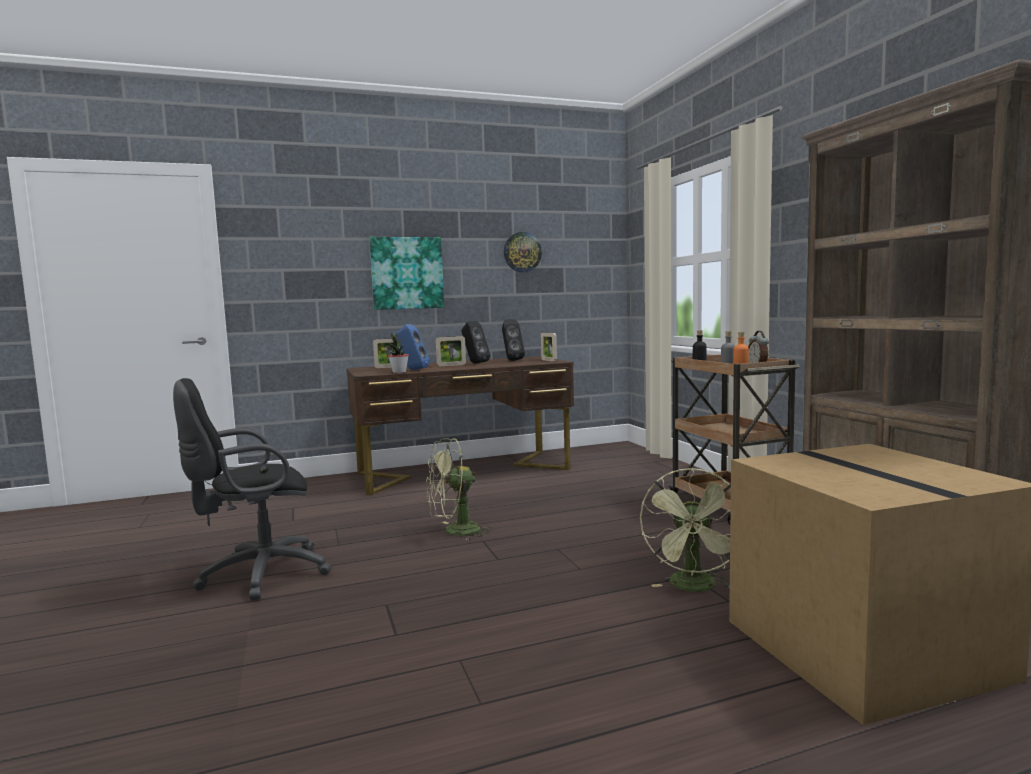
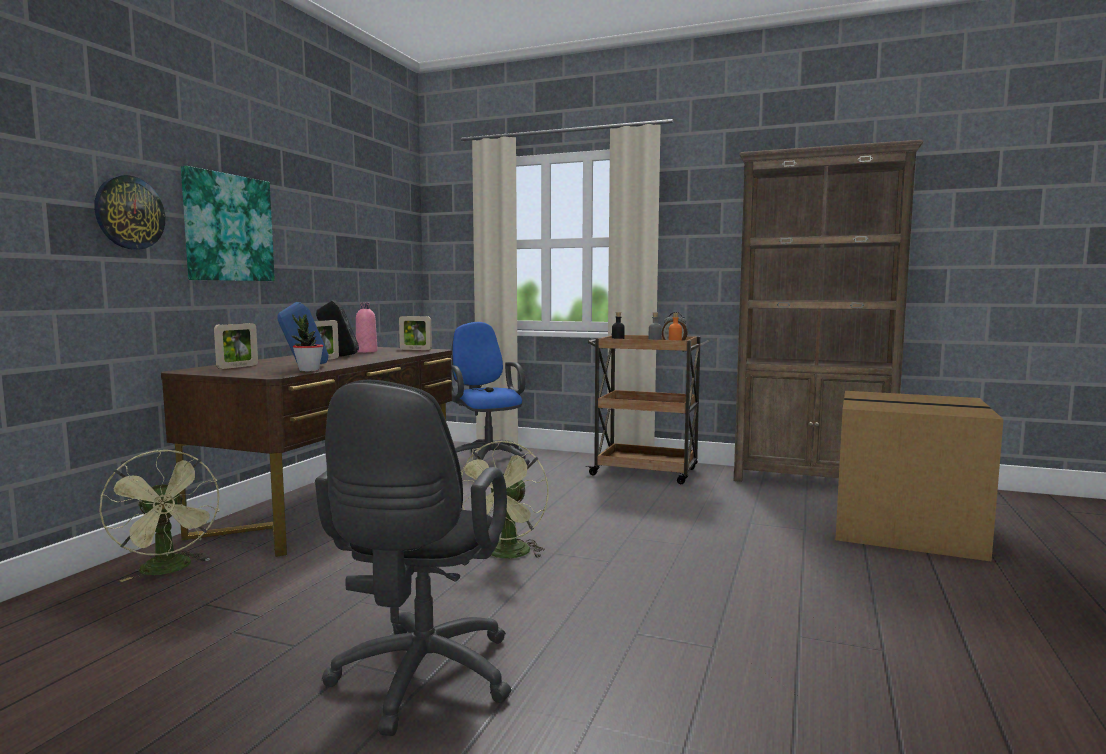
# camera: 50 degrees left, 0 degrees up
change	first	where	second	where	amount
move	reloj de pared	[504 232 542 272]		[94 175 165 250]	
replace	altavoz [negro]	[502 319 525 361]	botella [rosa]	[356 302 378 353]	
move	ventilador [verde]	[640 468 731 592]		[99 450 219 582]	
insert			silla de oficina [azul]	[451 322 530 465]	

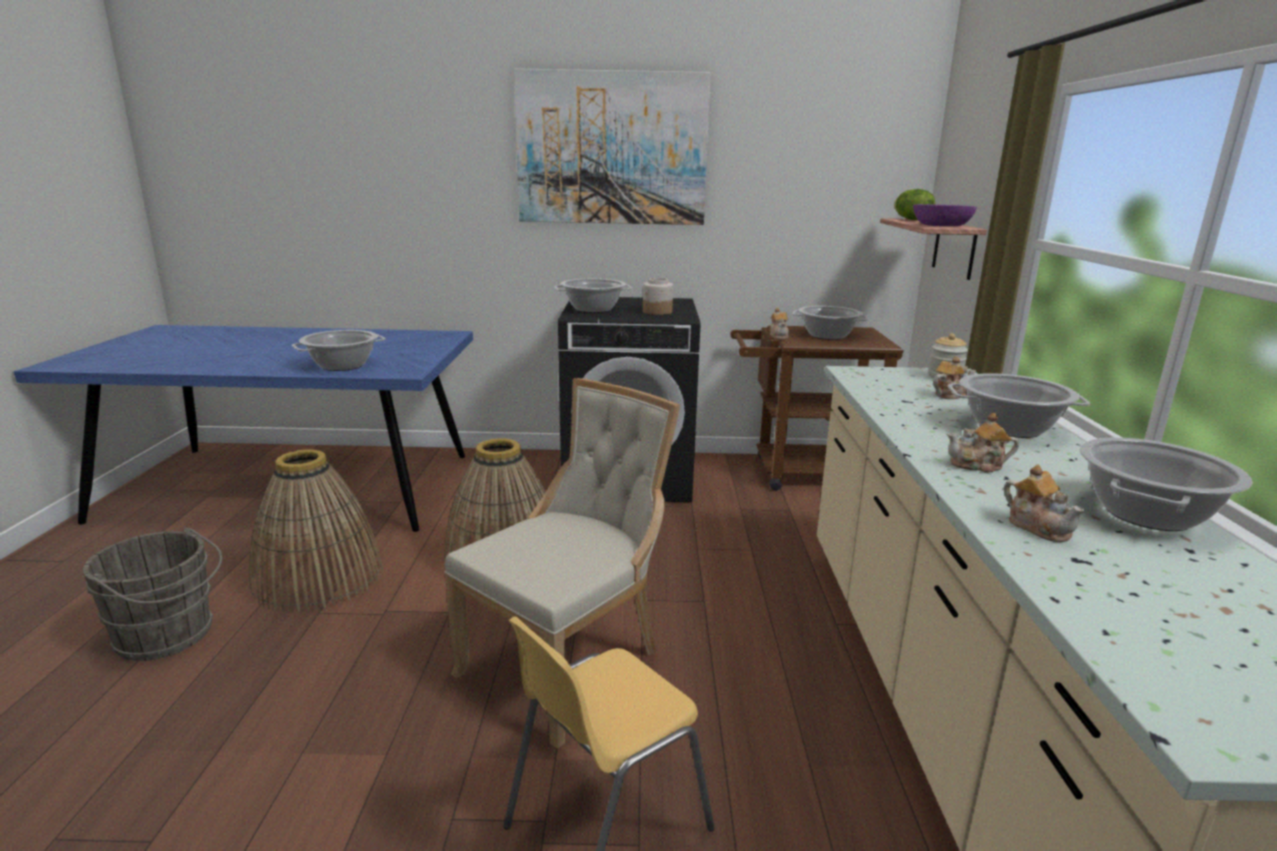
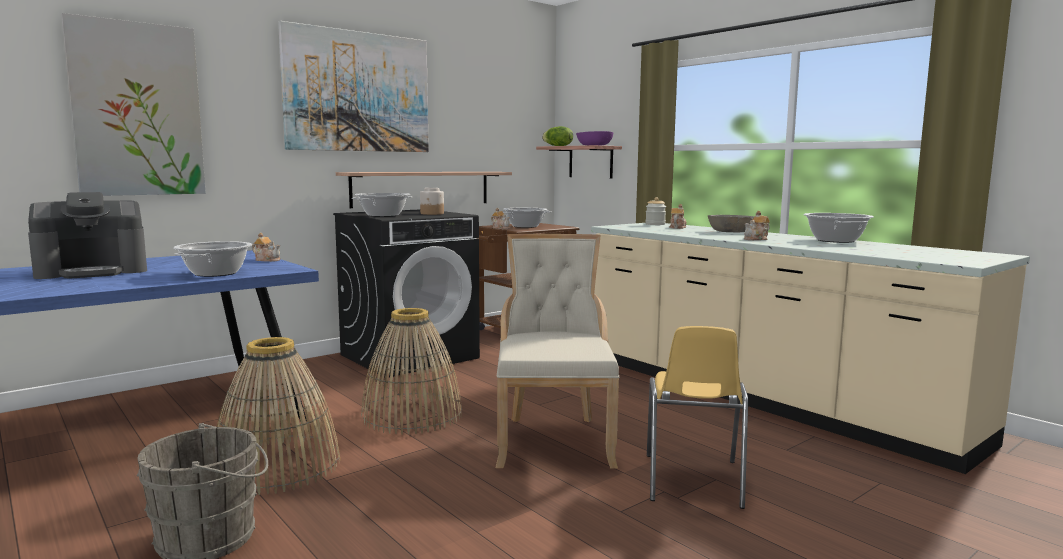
# camera: 40 degrees left, 10 degrees down
change	first	where	second	where	amount
replace	olla	[948 373 1090 438]	cuenco [gris]	[708 215 755 232]	
move	tetera	[1004 464 1085 542]		[252 233 280 262]	
insert			cuadro	[61 13 206 196]	
insert			estante	[336 172 512 208]	
insert			cafetera	[28 192 147 279]	

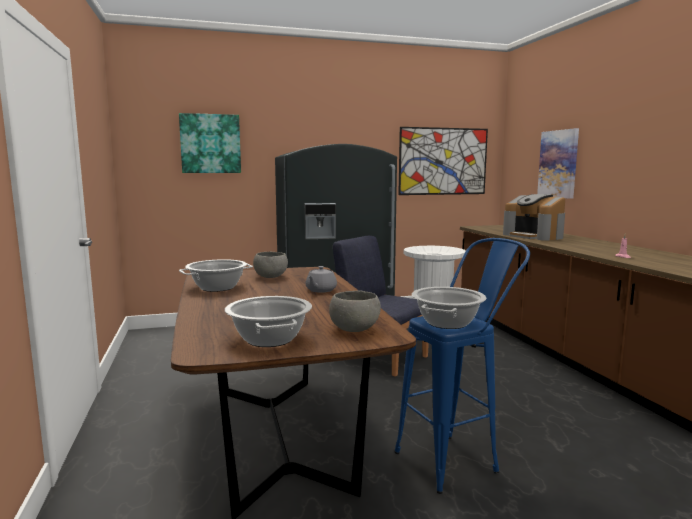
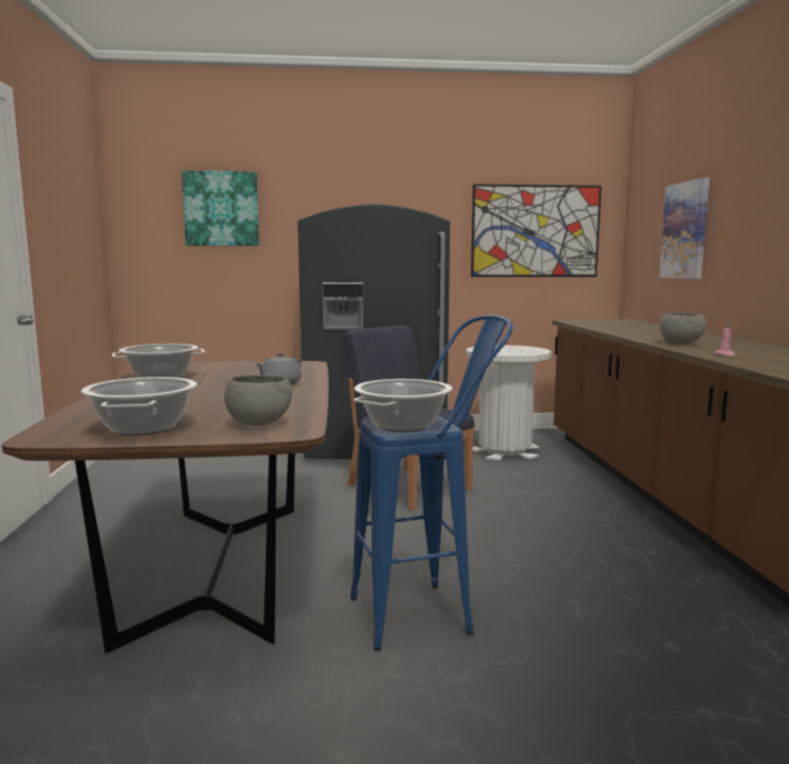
# camera: 10 degrees right, 0 degrees up
change	first	where	second	where	amount
delete	cafetera	[503 194 565 241]			
move	cuenco [gris]	[253 252 288 278]		[659 313 706 344]	

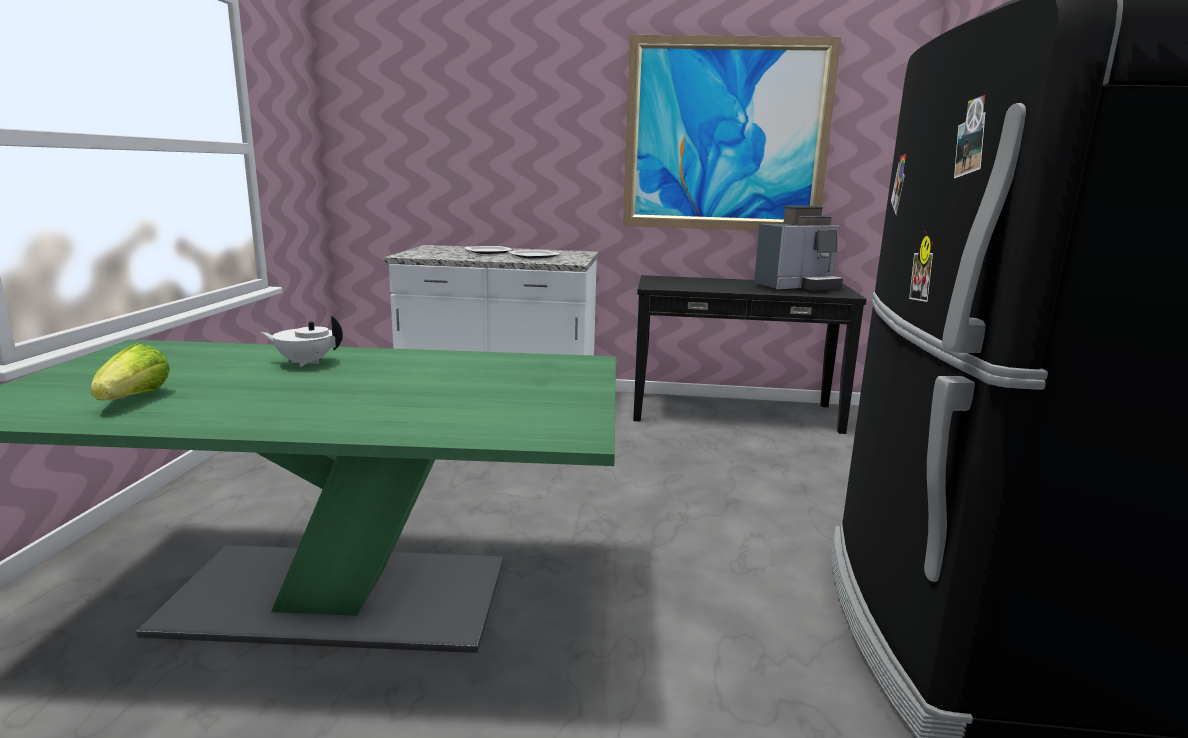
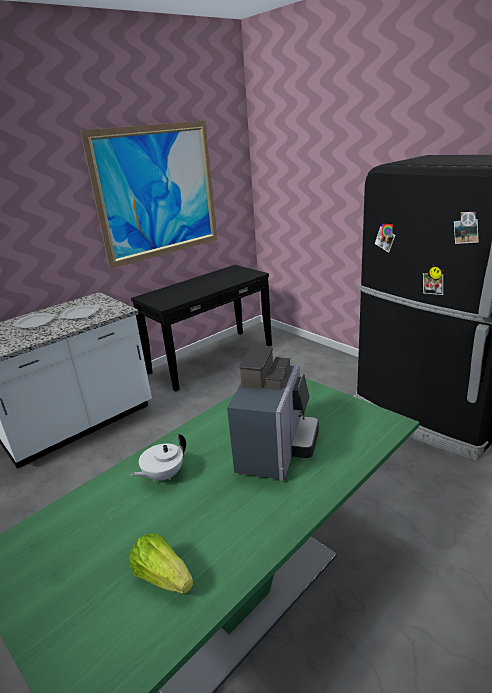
# camera: 45 degrees left, 10 degrees up
change	first	where	second	where	amount
move	cafetera	[754 206 843 293]		[227 346 319 481]	

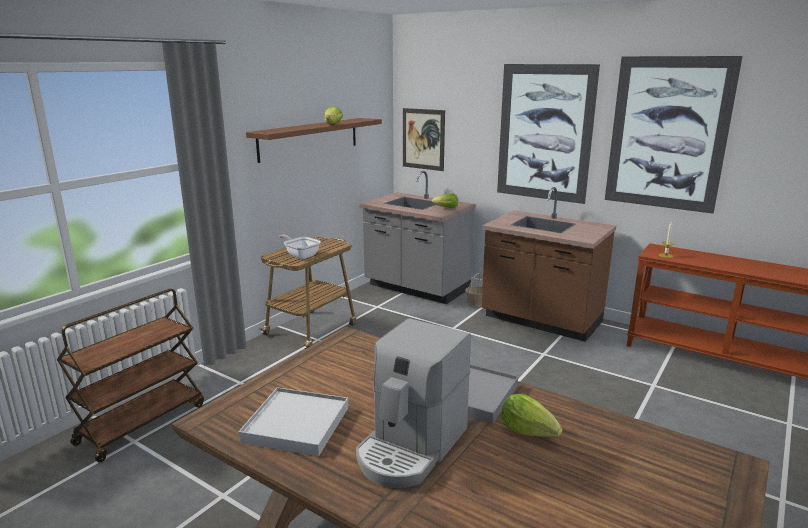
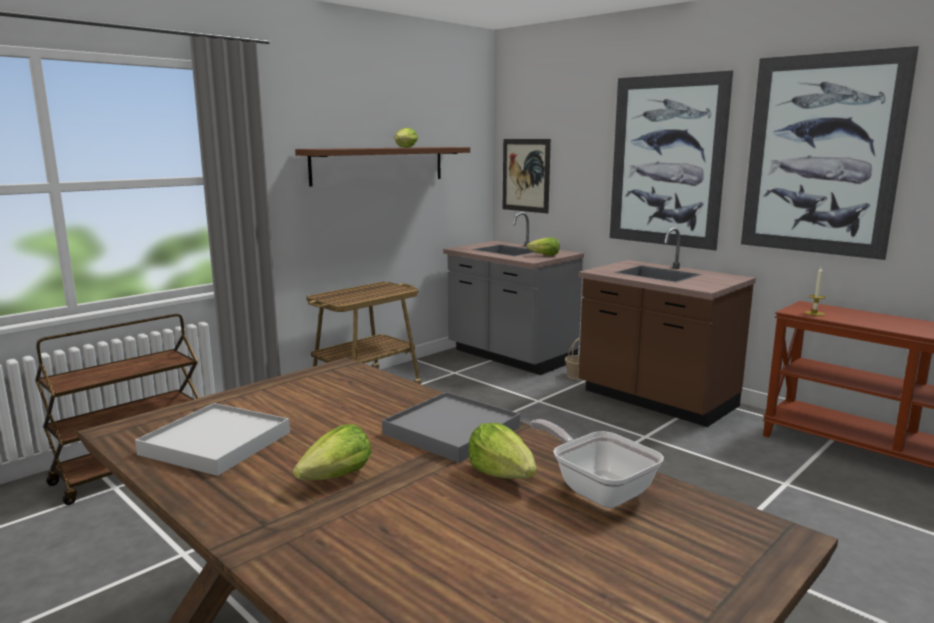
# camera: 10 degrees right, 5 degrees down
change	first	where	second	where	amount
move	sartén	[279 235 321 259]		[530 419 664 508]	
replace	cafetera	[356 318 471 488]	lechuga	[293 424 372 480]	

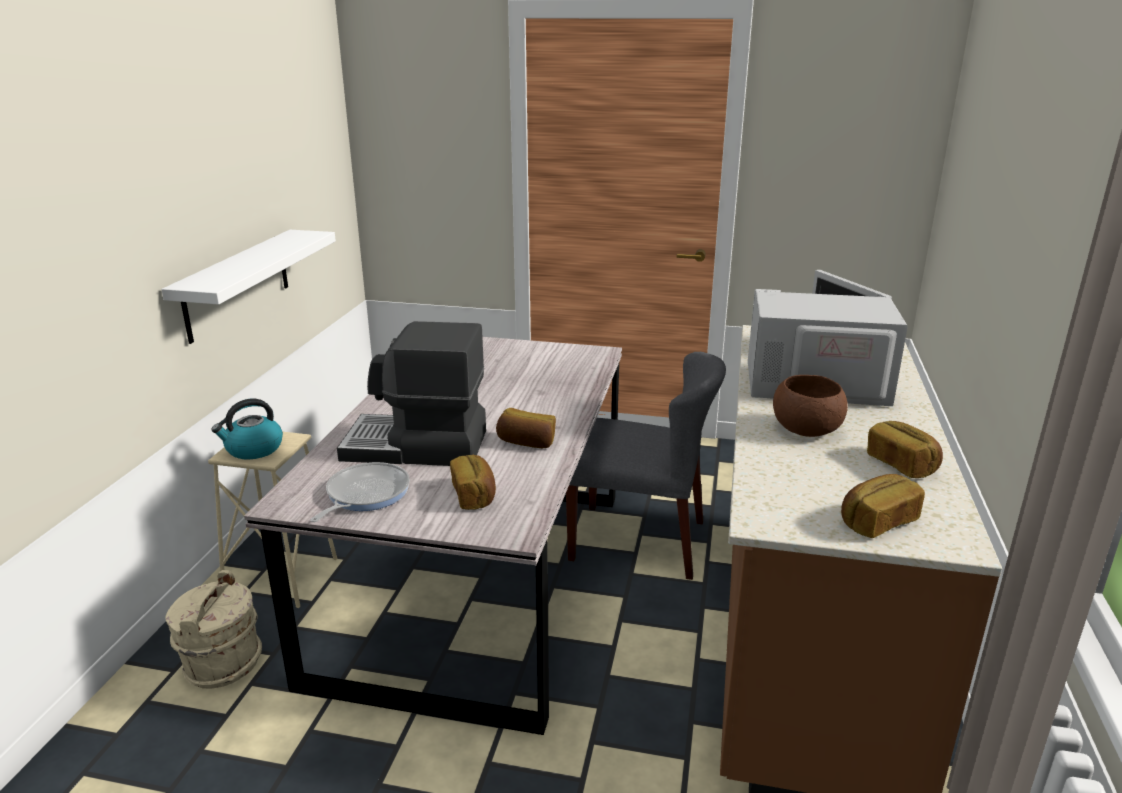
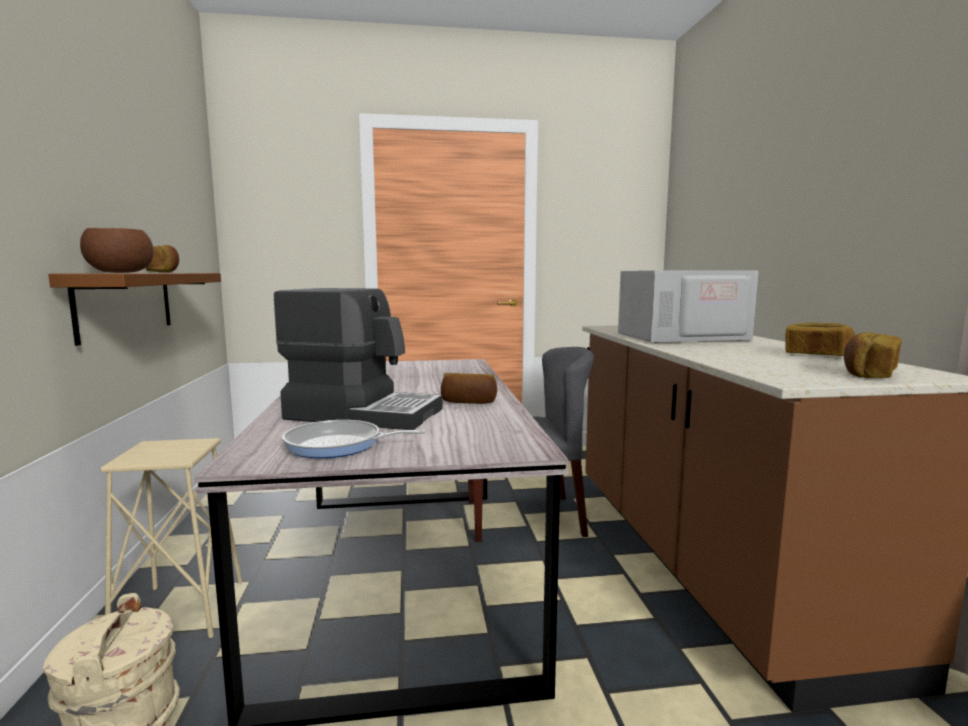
# camera: 20 degrees left, 15 degrees down
change	first	where	second	where	amount
recolor	estante [blanco]	[161 230 336 344]	estante [marrón]	[48 273 221 346]	
rotate	cafetera	[337 321 486 466]		[274 288 443 430]	150 degrees counterclockwise
move	cuenco [marrón]	[773 375 848 437]		[80 228 154 273]	
delete	hervidor	[211 399 283 459]			
move	pan	[450 455 496 510]		[146 245 179 273]	
rotate	sartén	[310 462 410 522]		[282 420 425 458]	90 degrees counterclockwise

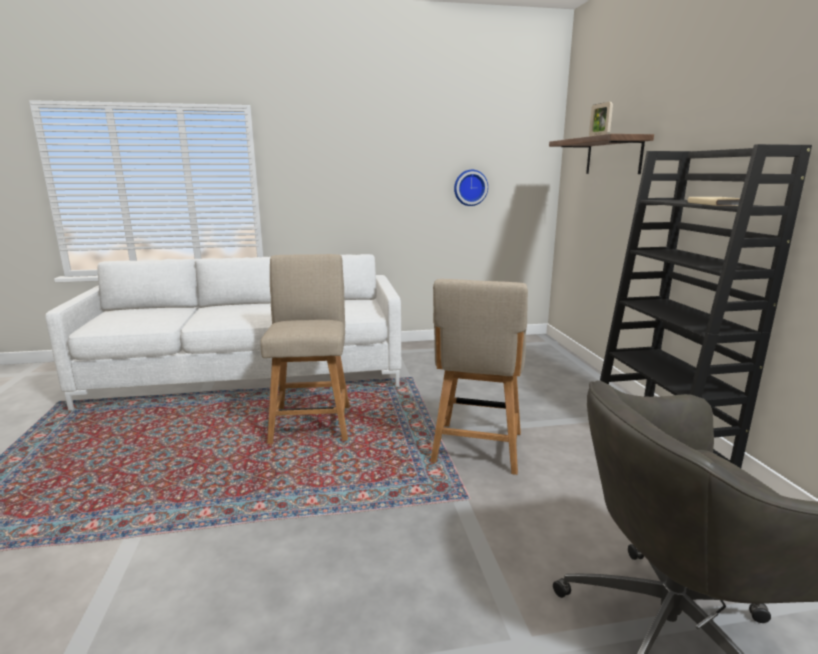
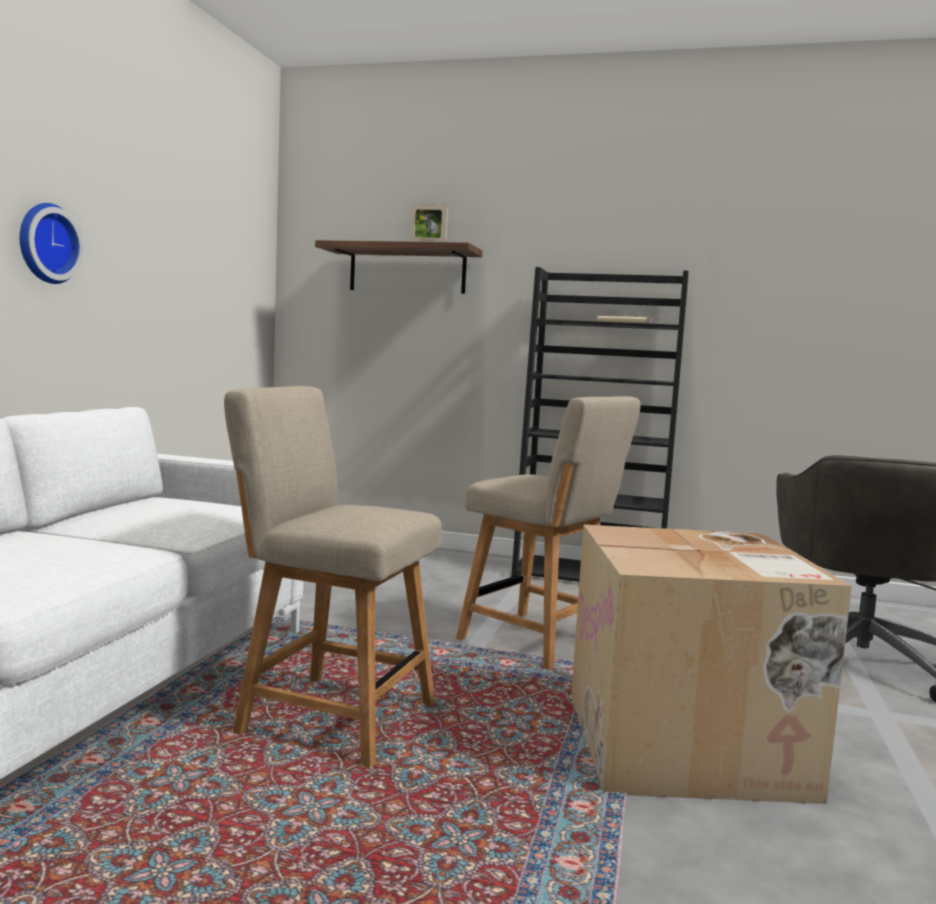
# camera: 65 degrees left, 10 degrees down
change	first	where	second	where	amount
move	reloj de pared	[454 170 488 206]		[20 203 84 284]	
insert			caja de cartón	[571 525 852 804]	

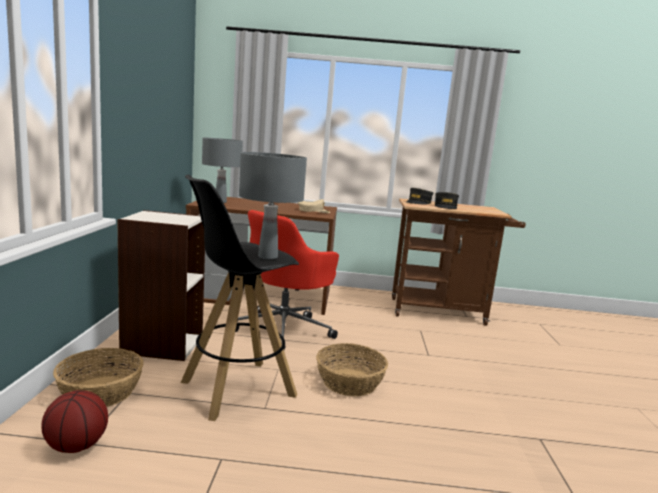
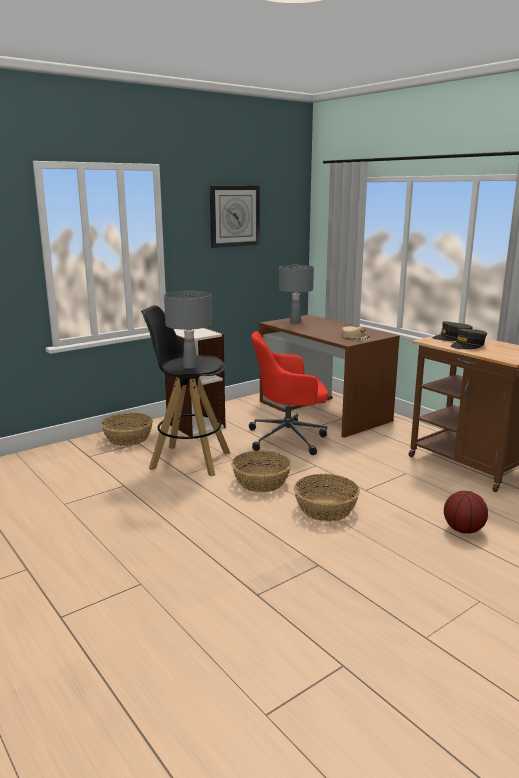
# camera: 50 degrees right, 5 degrees up
change	first	where	second	where	amount
move	balón de baloncesto	[41 390 108 453]		[444 491 488 534]	
insert			reloj de pared	[210 186 260 248]	
insert			cesta	[294 474 360 522]	

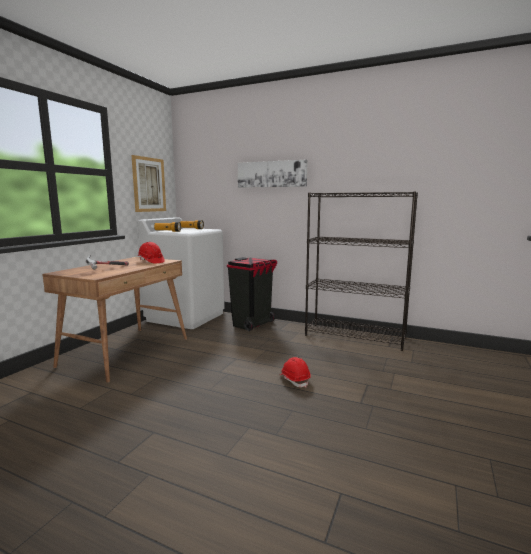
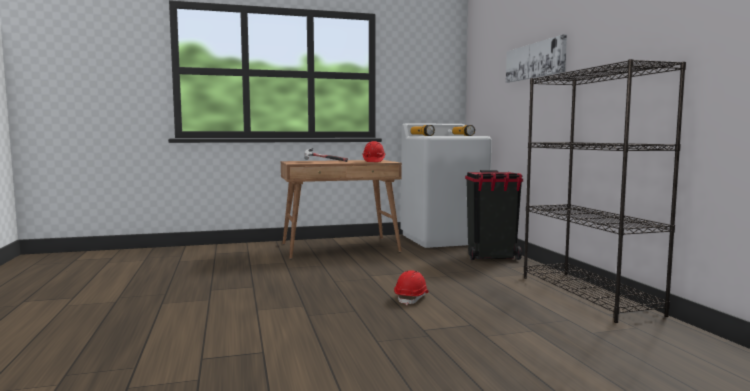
# camera: 50 degrees right, 5 degrees down
change	first	where	second	where	amount
delete	cuadro	[131 155 166 212]			

